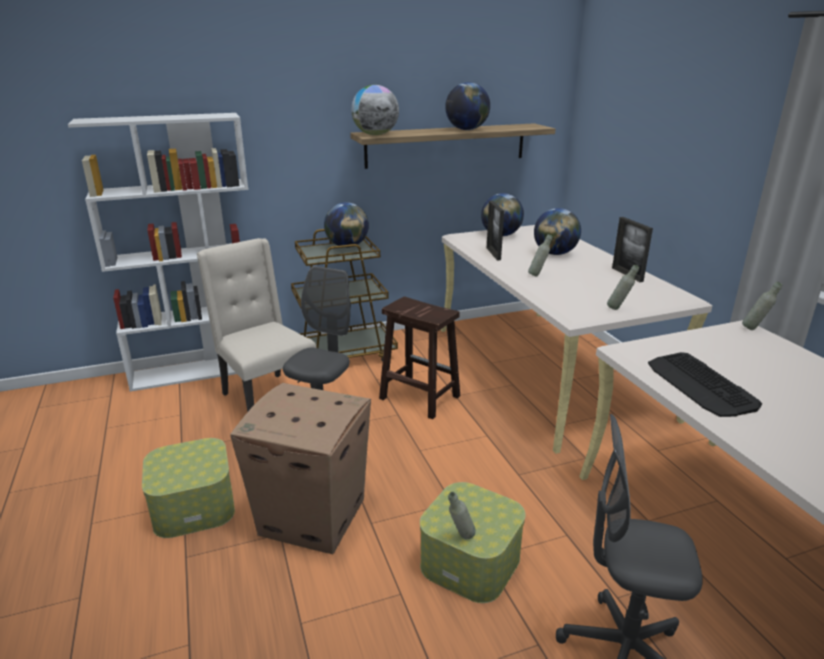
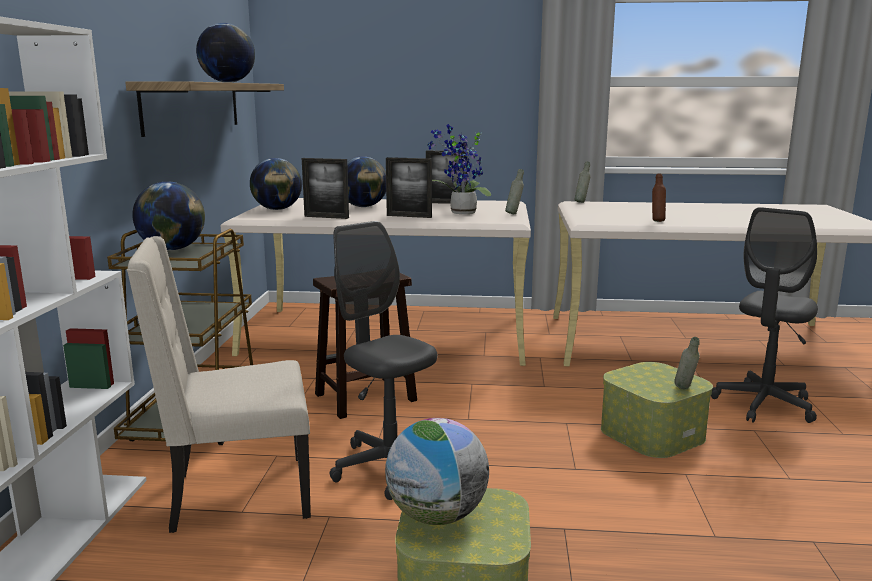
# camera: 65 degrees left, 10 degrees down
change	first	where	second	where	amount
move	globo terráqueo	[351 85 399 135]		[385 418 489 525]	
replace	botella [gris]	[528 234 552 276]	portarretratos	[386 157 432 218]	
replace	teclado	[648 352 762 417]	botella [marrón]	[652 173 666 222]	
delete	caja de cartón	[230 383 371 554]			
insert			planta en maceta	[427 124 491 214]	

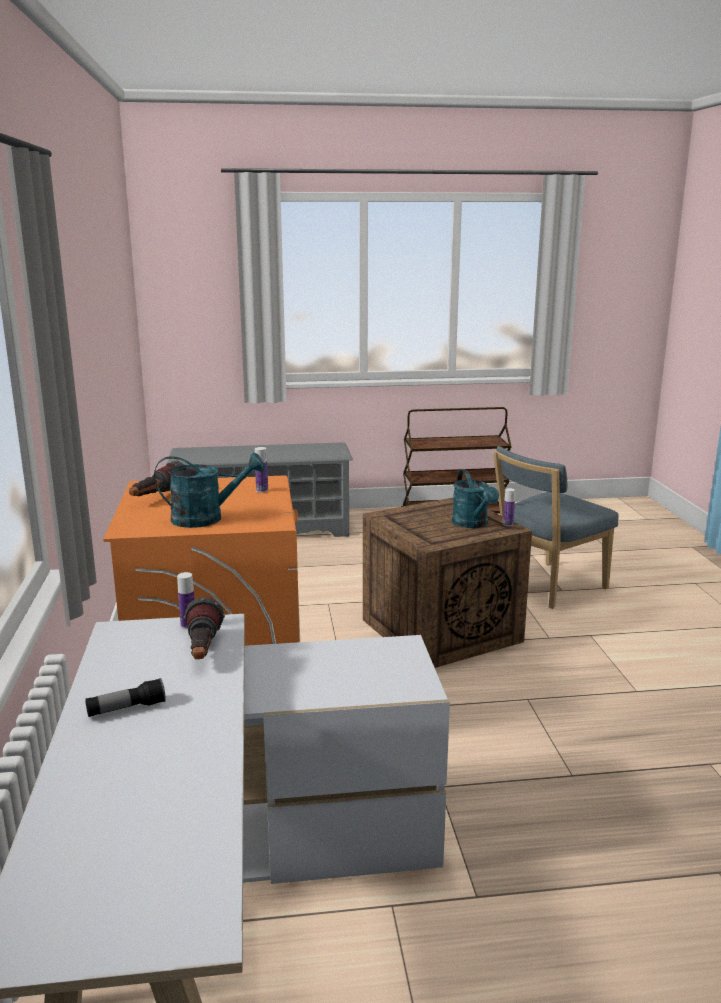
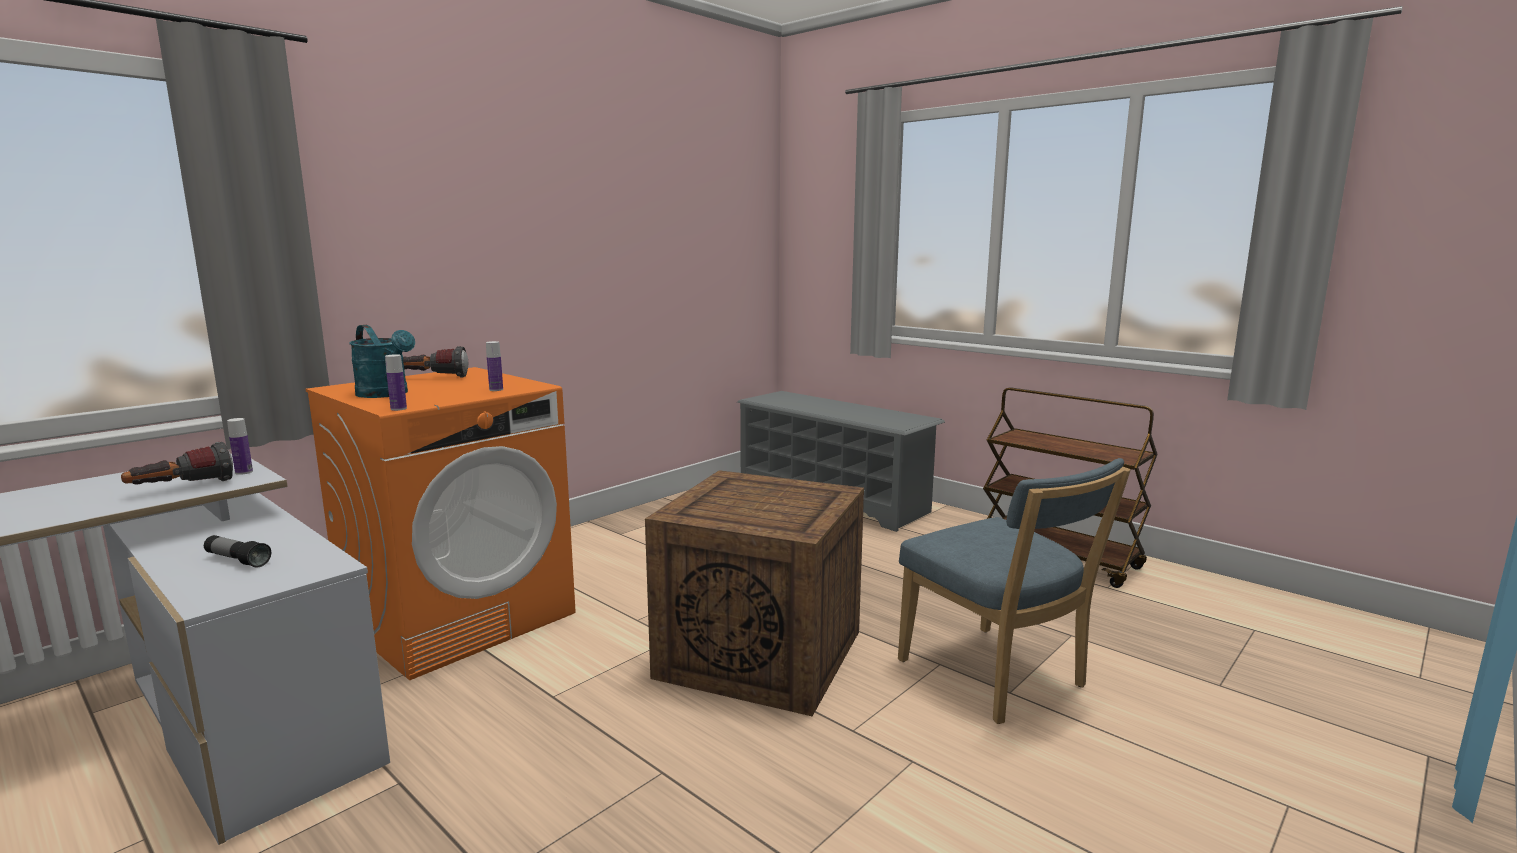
# camera: 50 degrees right, 5 degrees down
change	first	where	second	where	amount
rotate	silla [azul]	[493 446 619 609]		[898 458 1131 724]	135 degrees counterclockwise
delete	regadera [turquesa]	[452 470 499 528]			
move	botella	[503 488 515 526]		[385 354 407 411]	
move	linterna	[85 678 166 717]		[204 535 271 567]	

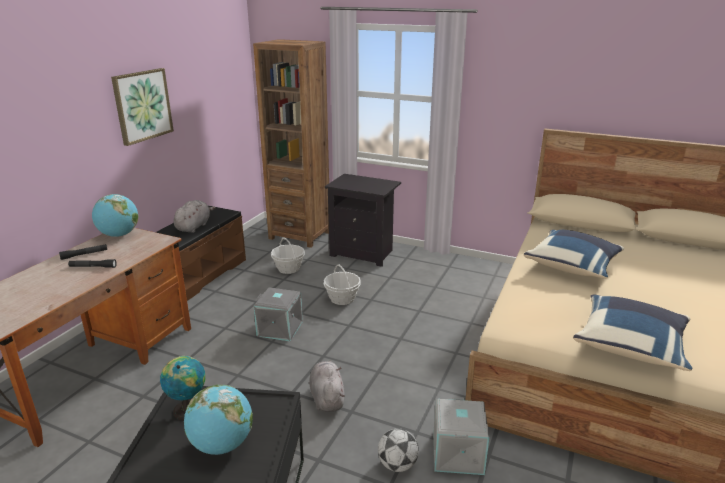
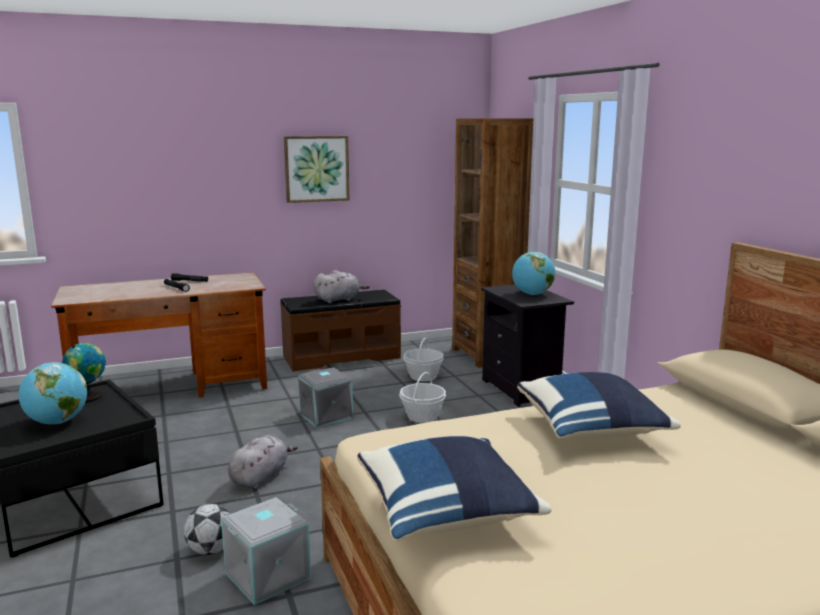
# camera: 45 degrees right, 10 degrees down
change	first	where	second	where	amount
move	globo terráqueo	[92 194 138 237]		[512 252 555 295]	

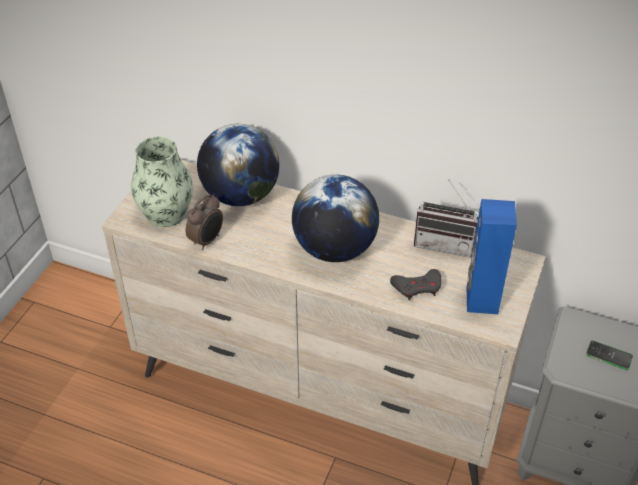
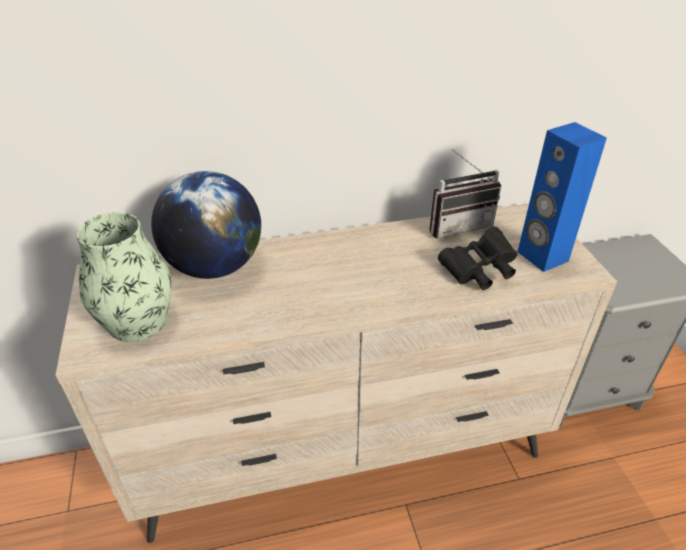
# camera: 35 degrees left, 5 degrees down
change	first	where	second	where	amount
delete	globo terráqueo	[292 174 379 262]			
delete	despertador	[186 194 223 250]			
replace	mando de consola [gris]	[390 269 441 300]	prismáticos [negro]	[438 227 518 290]	
delete	móvil	[586 340 633 370]			

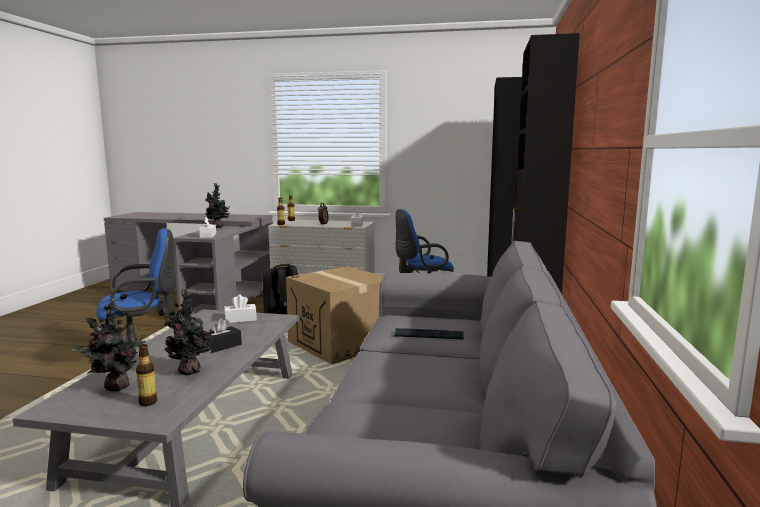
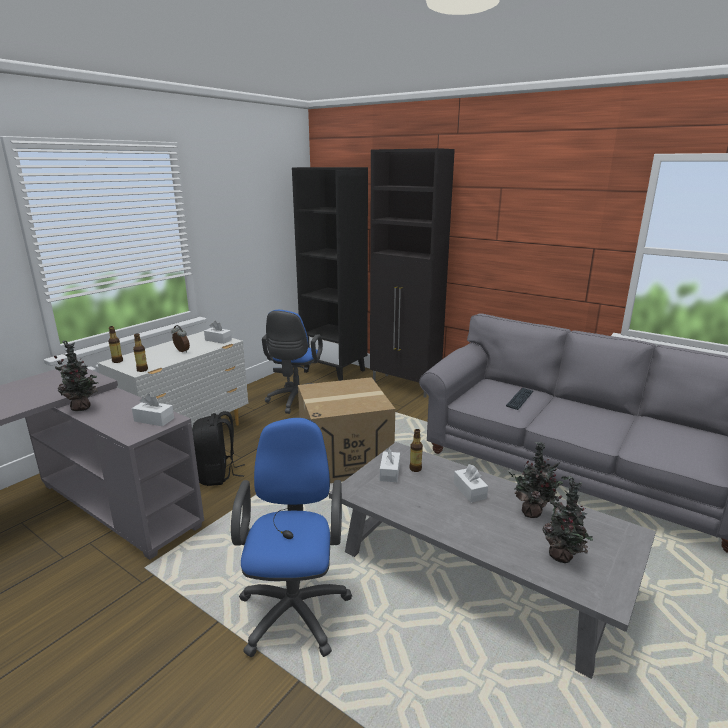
# camera: 65 degrees left, 10 degrees up
change	first	where	second	where	amount
recolor	caja de pañuelos [negro]	[205 318 242 353]	caja de pañuelos [blanco]	[454 464 488 502]	
move	botella	[136 344 157 406]		[409 429 423 472]	

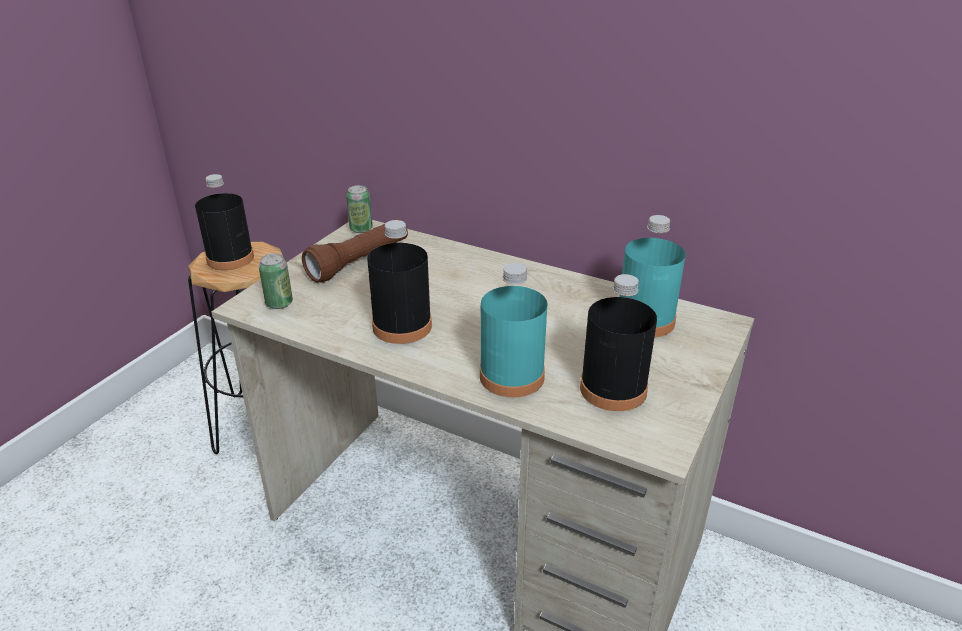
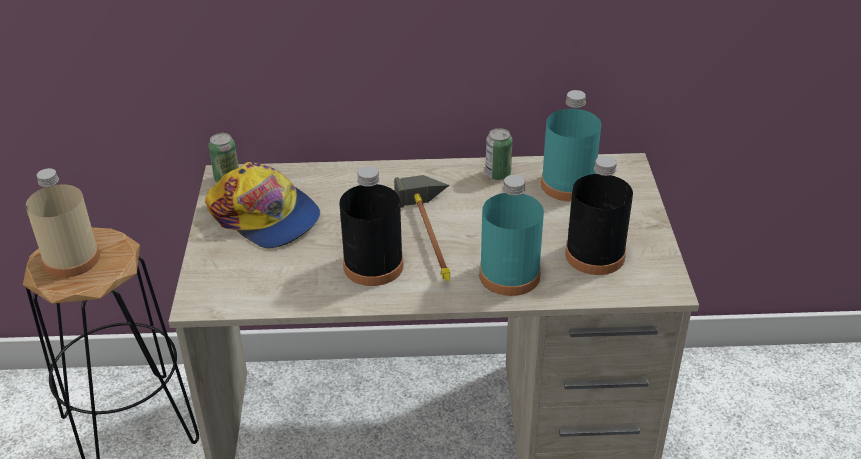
# camera: 30 degrees left, 5 degrees up
change	first	where	second	where	amount
recolor	botella [negro]	[195 174 254 270]	botella [beis]	[26 168 100 277]	
replace	linterna [marrón]	[302 219 408 283]	gorra	[205 162 320 248]	
move	lata	[259 254 293 309]		[485 128 513 180]	
insert			martillo	[394 175 450 282]	

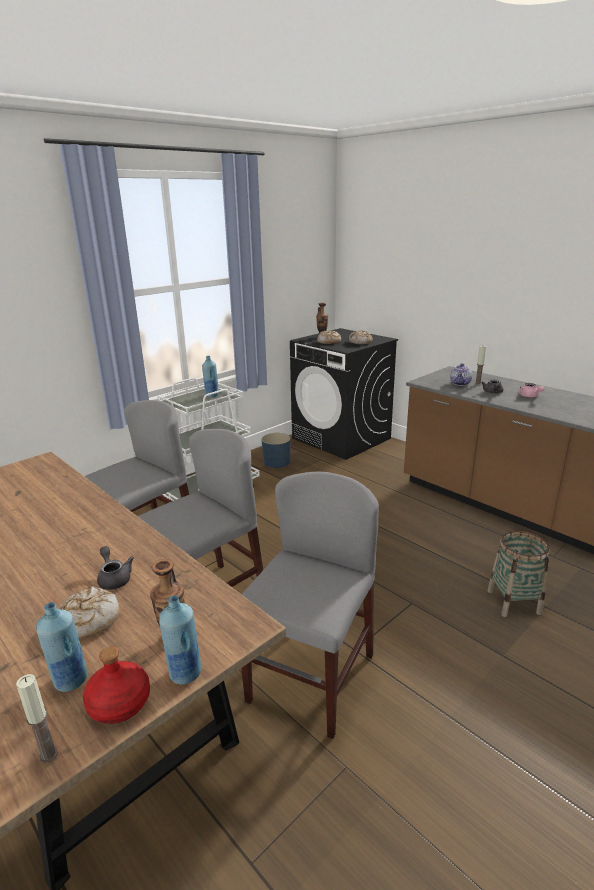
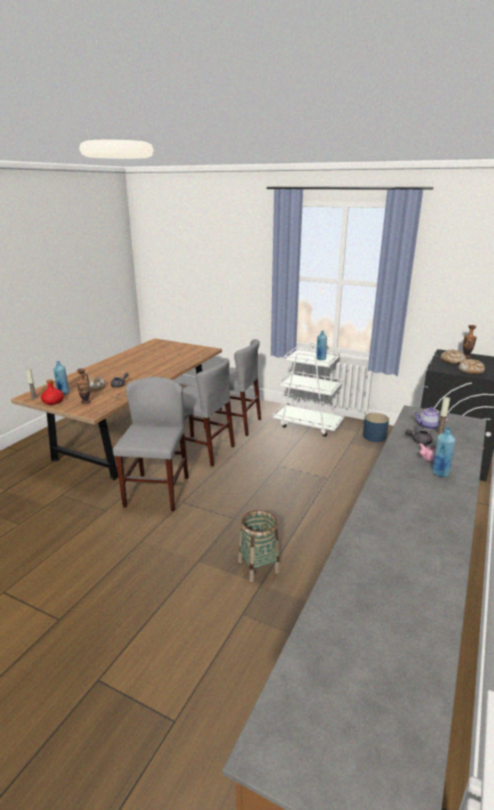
# camera: 70 degrees right, 0 degrees up
change	first	where	second	where	amount
rotate	silla [gris]	[241 472 379 739]		[113 377 189 511]	90 degrees counterclockwise
move	botella [azul]	[159 595 201 685]		[432 427 456 477]	

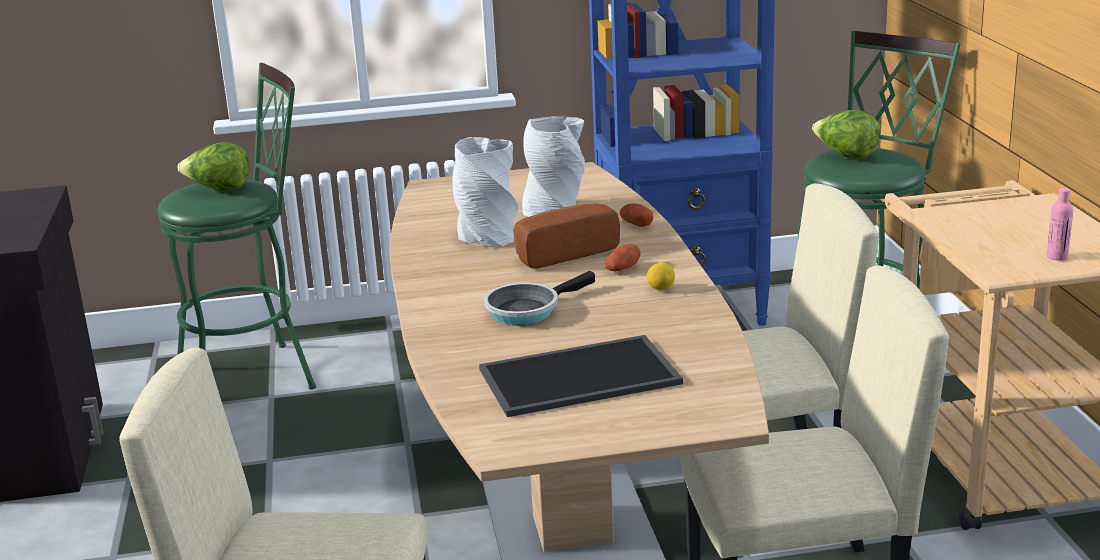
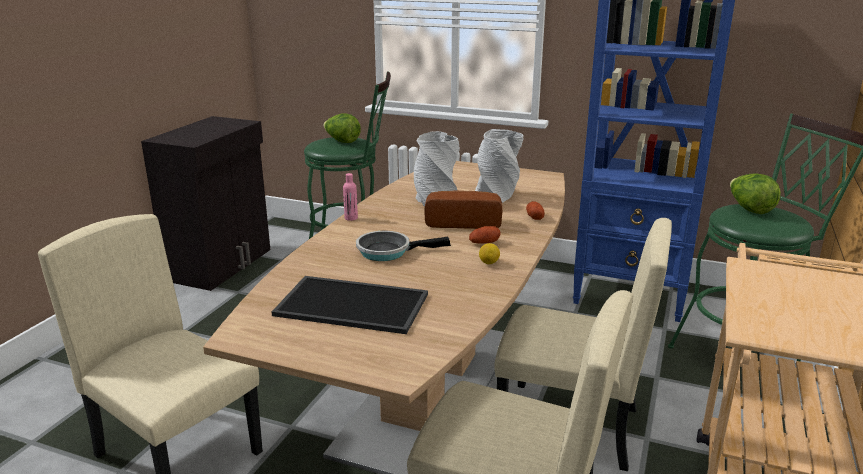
# camera: 30 degrees right, 0 degrees up
change	first	where	second	where	amount
move	botella [rosa]	[1047 188 1073 260]		[343 173 358 221]	

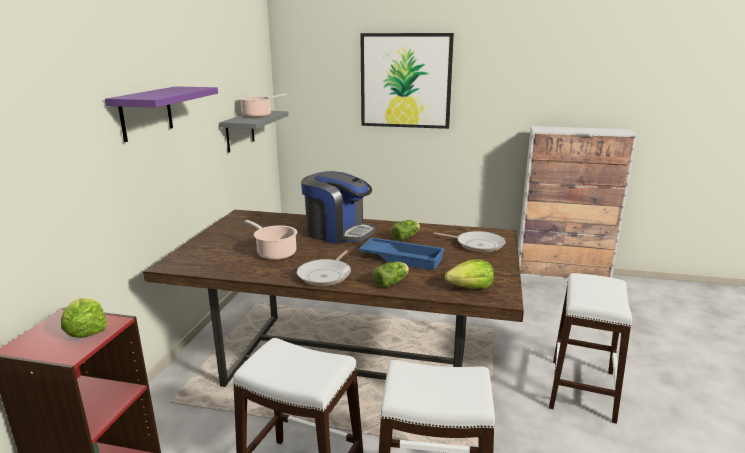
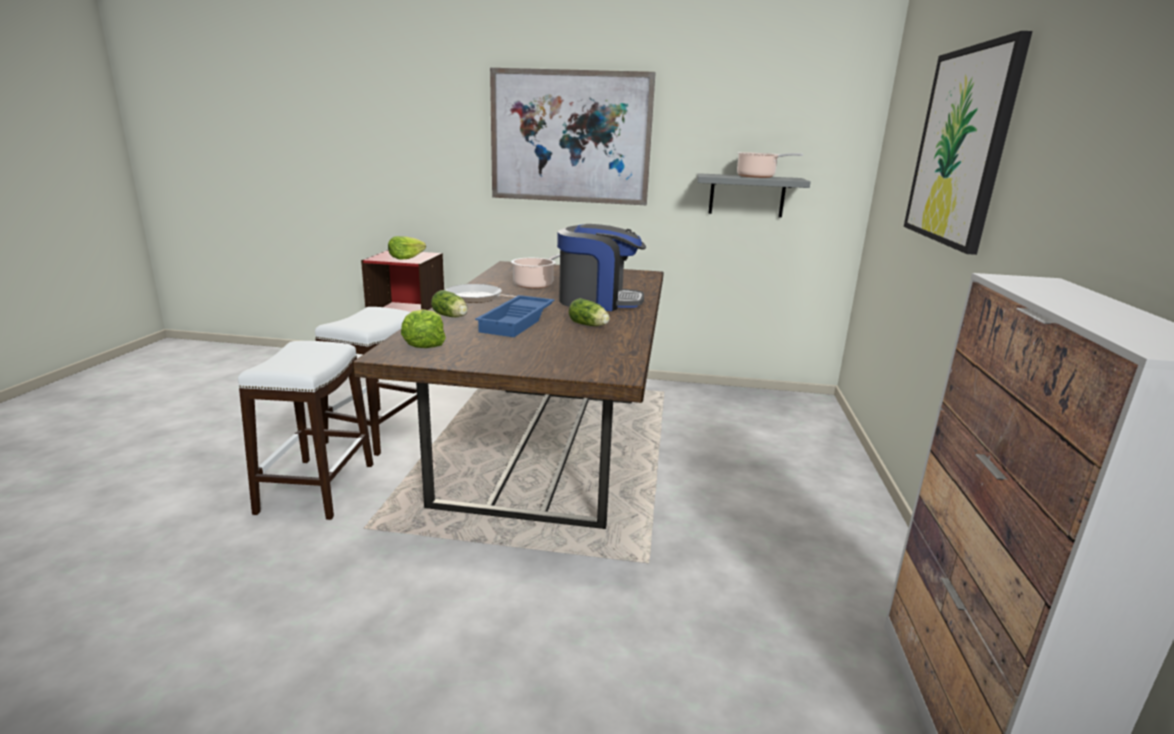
# camera: 85 degrees right, 0 degrees up
change	first	where	second	where	amount
replace	estante [morado]	[105 86 218 142]	cuadro	[490 68 656 205]	
rotate	cafetera	[301 171 376 244]		[557 224 646 311]	105 degrees counterclockwise
delete	sartén	[434 231 506 253]			
delete	taburete [blanco]	[549 273 632 424]			

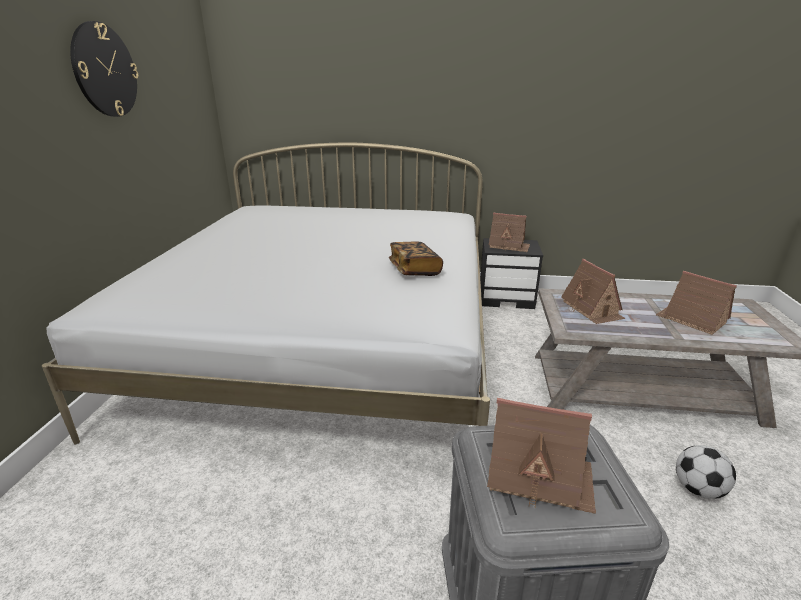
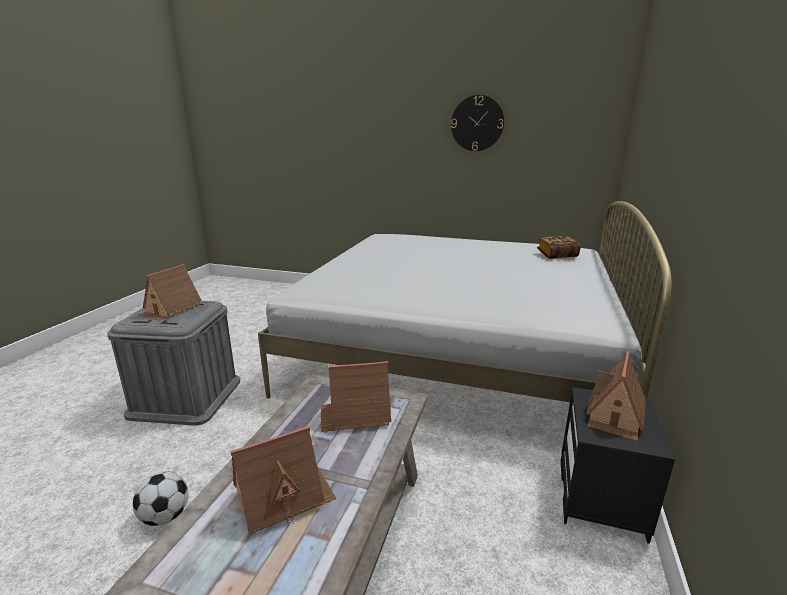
# camera: 100 degrees right, 5 degrees down
change	first	where	second	where	amount
move	libro	[389 242 443 276]		[537 236 581 259]	

